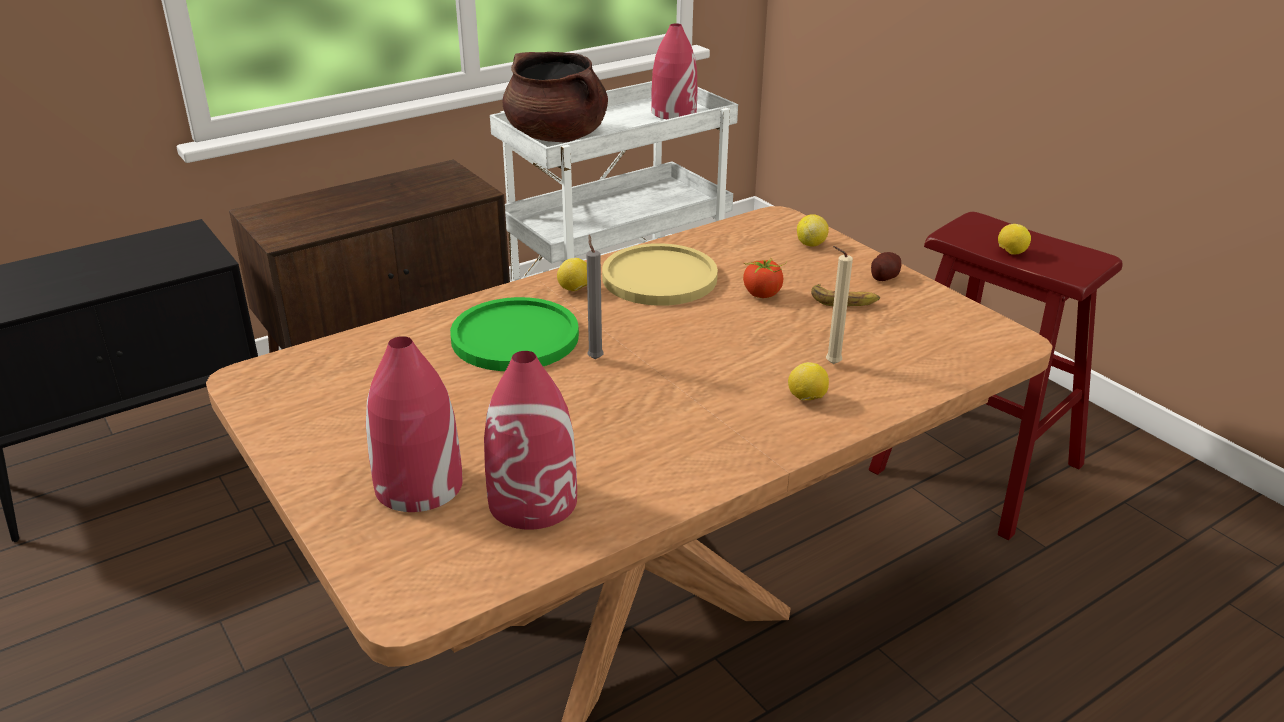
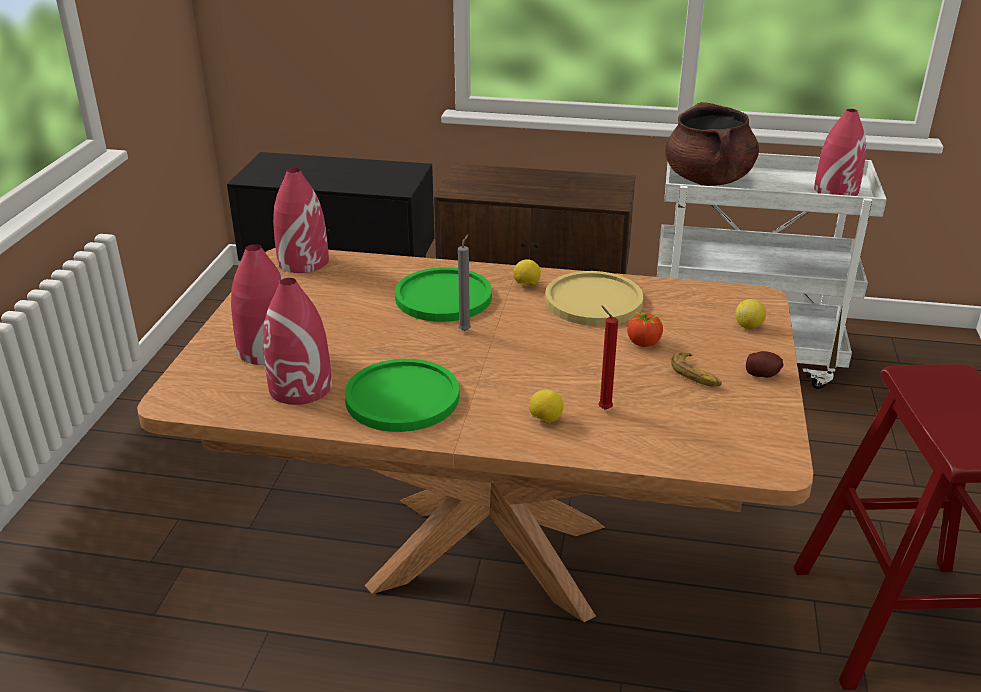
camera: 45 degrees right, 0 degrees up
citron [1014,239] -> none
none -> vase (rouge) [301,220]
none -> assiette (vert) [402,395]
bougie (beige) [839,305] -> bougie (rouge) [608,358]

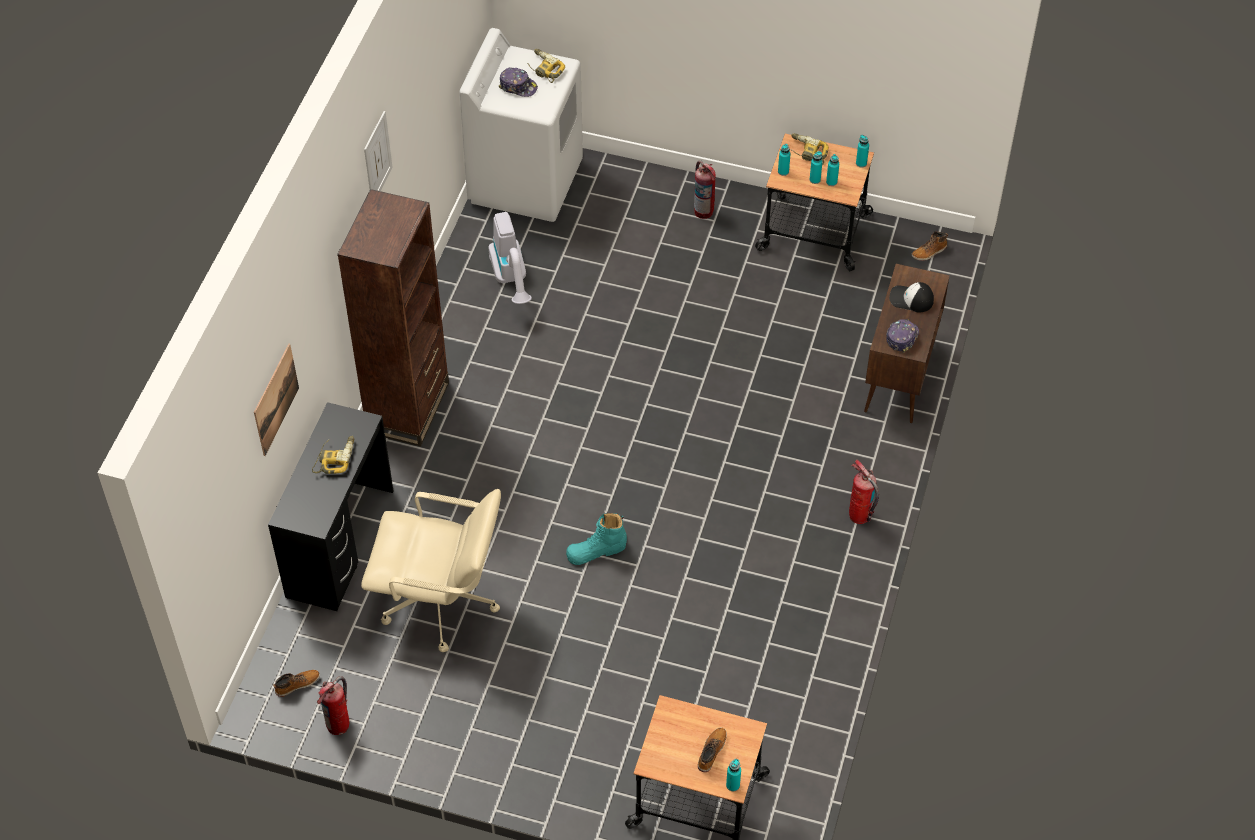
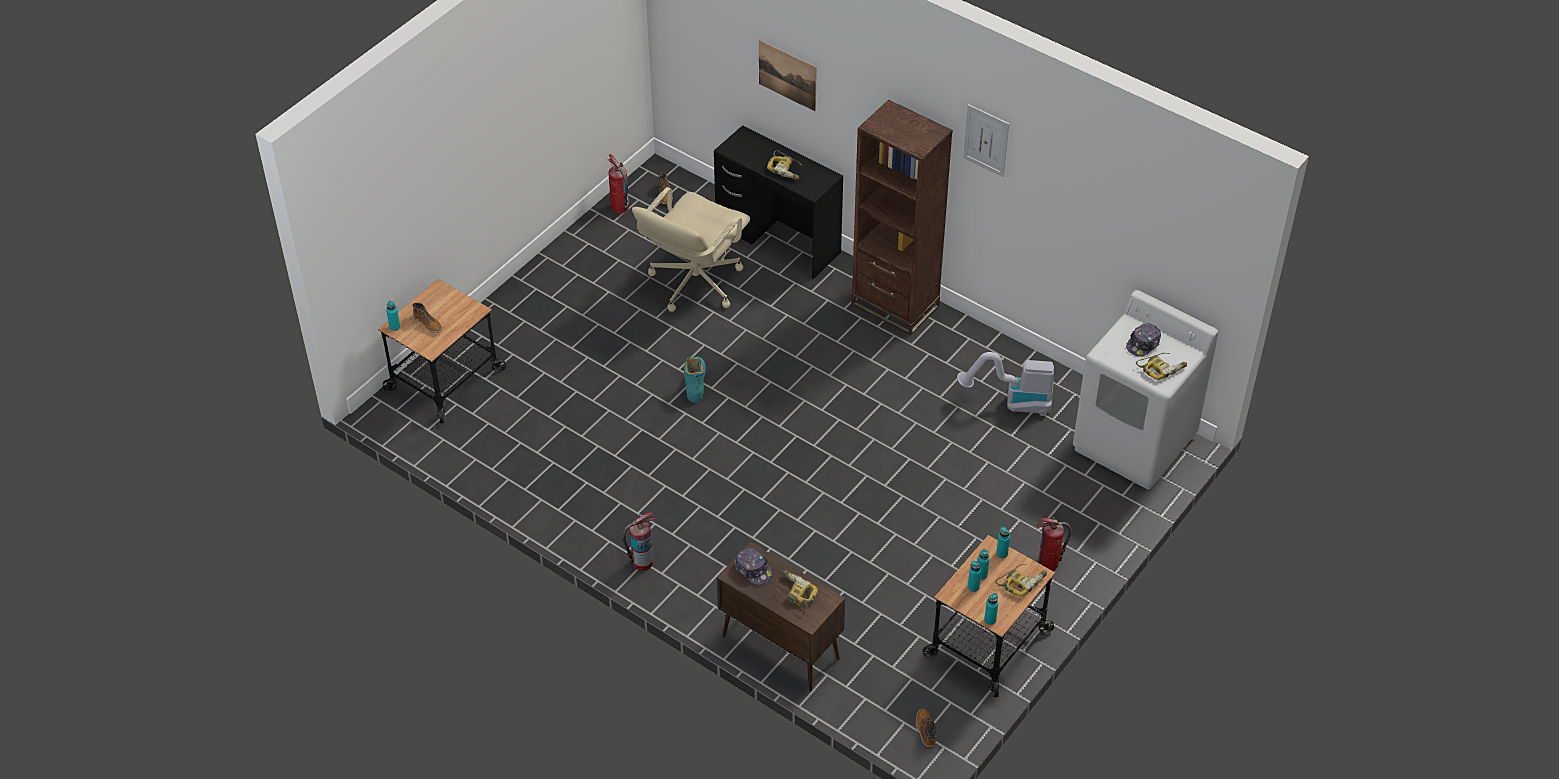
camera: 110 degrees right, 5 degrees down
casquette [911,297] -> perceuse [797,590]

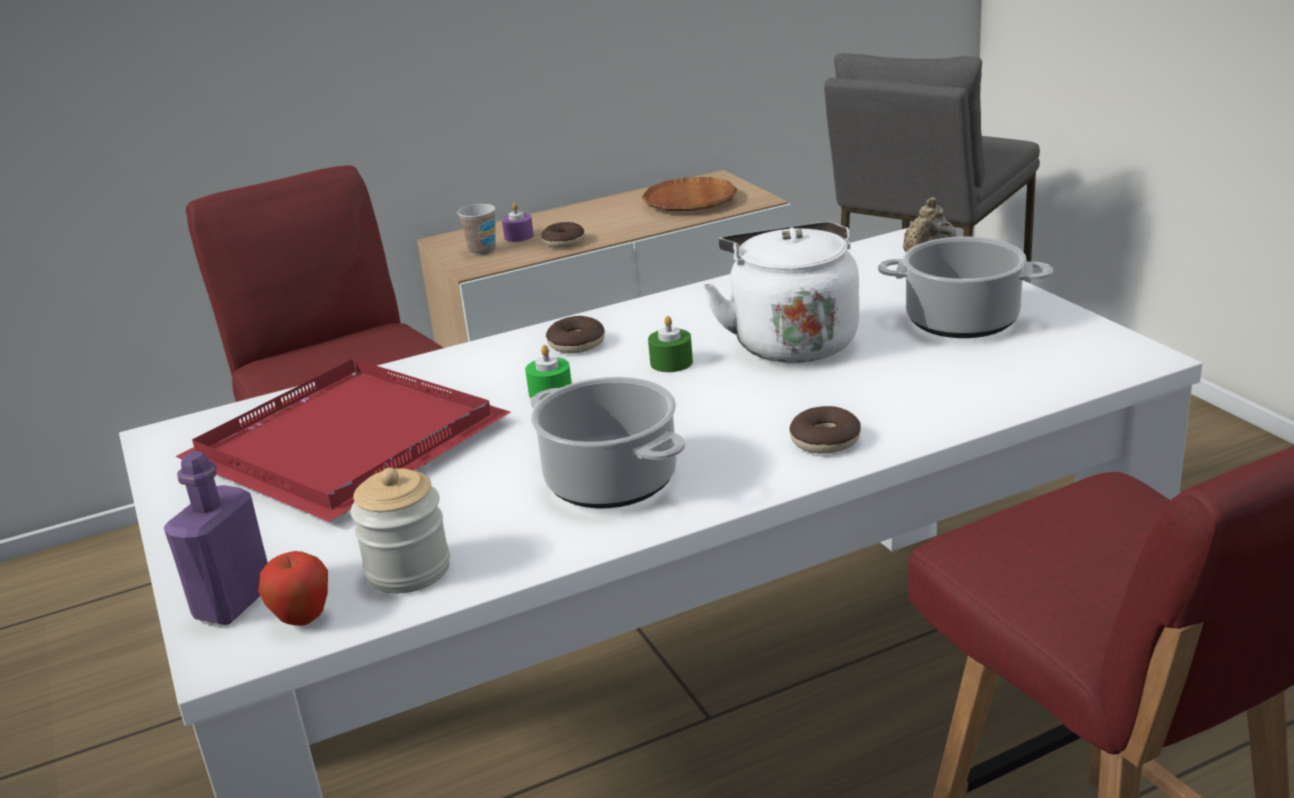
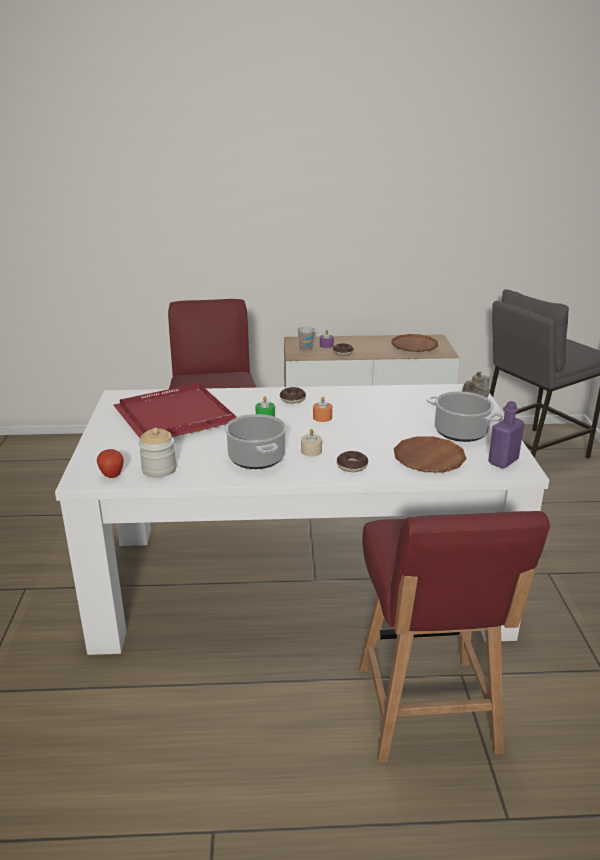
camera: 20 degrees right, 0 degrees up
bouilloire (blanc) [781,292] -> none
none -> bougie (beige) [311,443]
none -> assiette (marron) [430,454]
bouteille (violet) [216,538] -> bouteille (violet) [506,435], move
bougie (vert) [670,344] -> bougie (orange) [322,409]

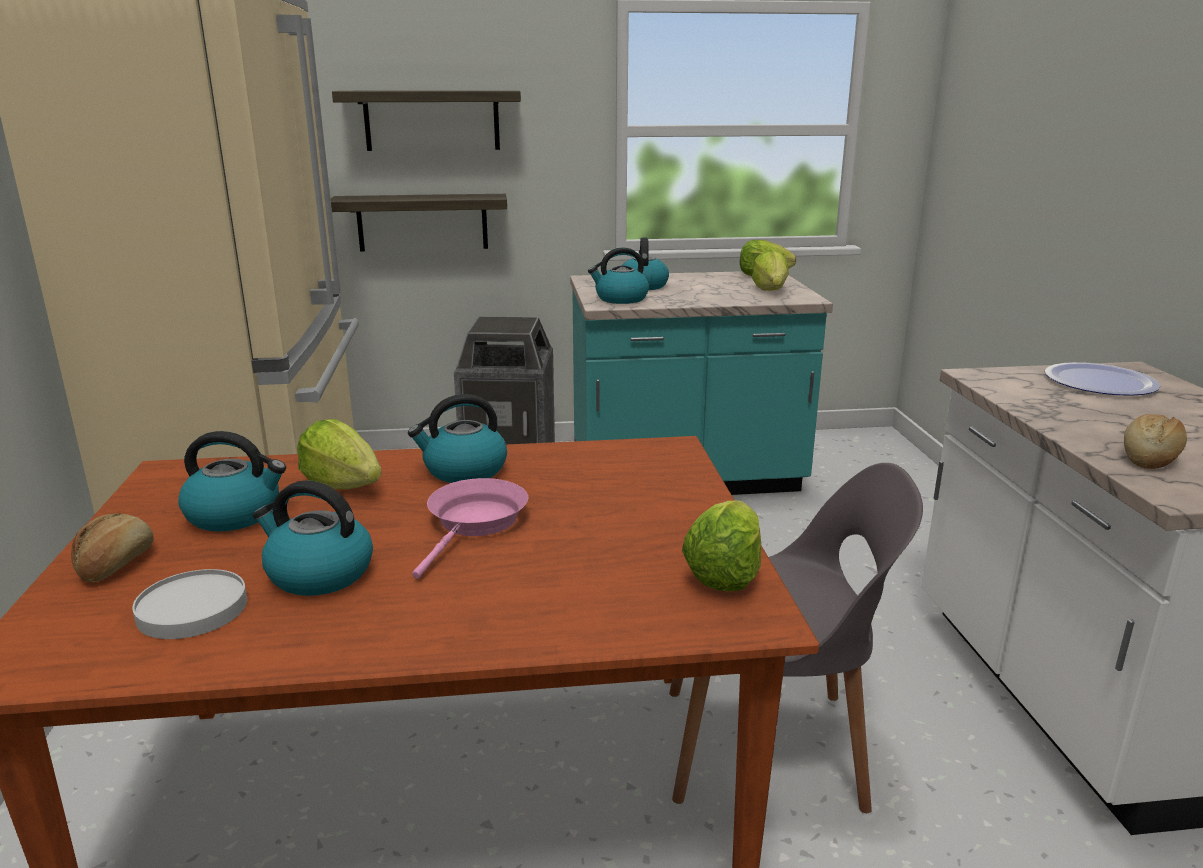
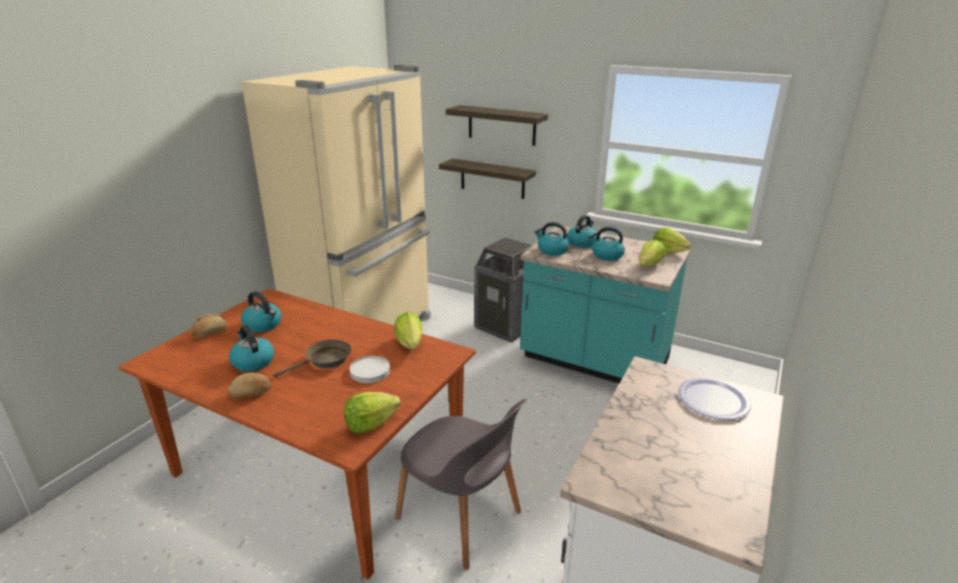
camera: 35 degrees right, 5 degrees up
assiette (blanc) [189,604] -> assiette (blanc) [370,369], move
laitue [339,454] -> laitue [409,330], move
bouilloire [457,438] -> bouilloire [607,244], move
pain [1155,441] -> pain [250,386], move
poêle (rose) [470,528] -> poêle (marron) [312,358]

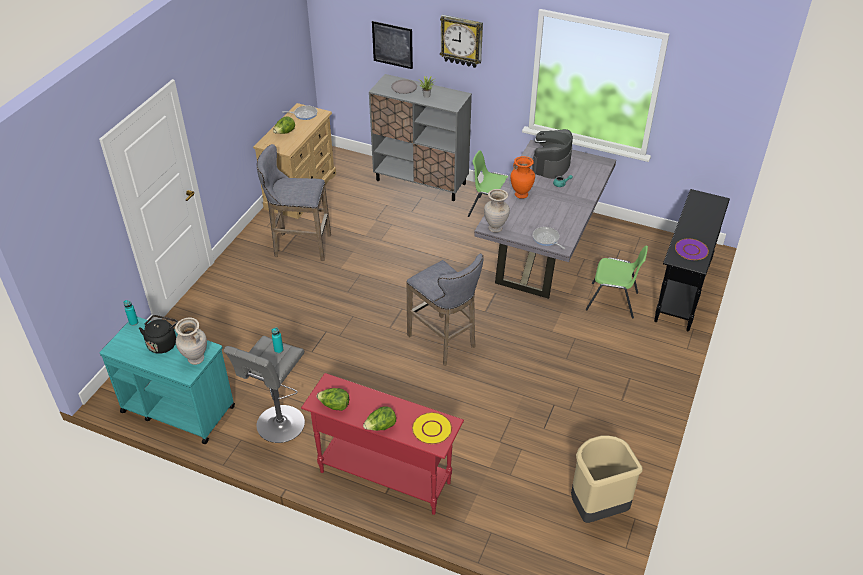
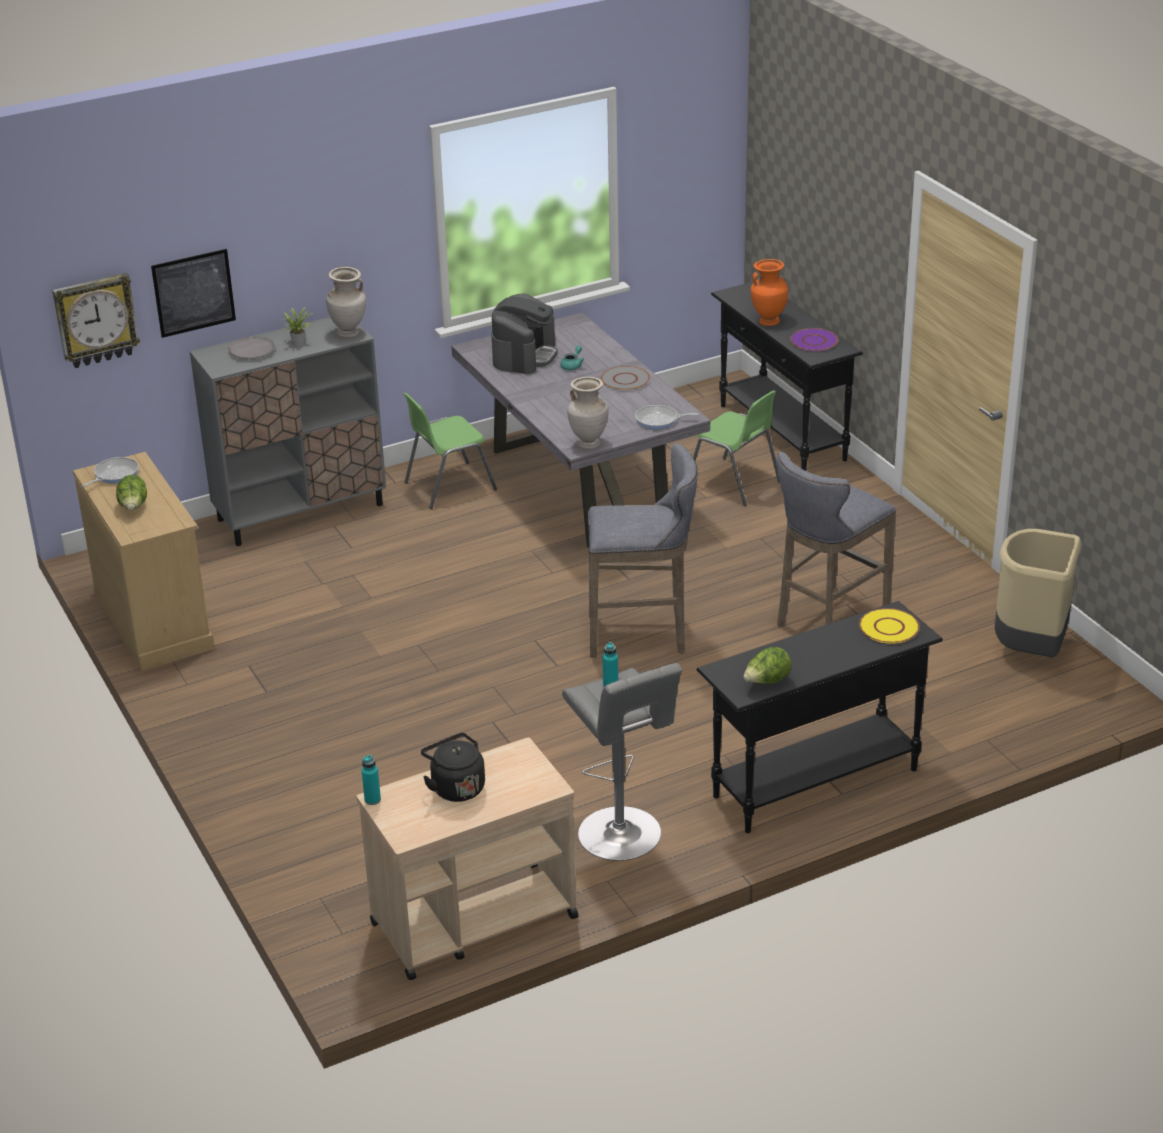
camera: 50 degrees left, 10 degrees down
laitue [379,418] -> none
none -> assiette (gris) [625,378]
vase (beige) [191,341] -> vase (beige) [346,302], move
tabouret (gris) [294,202] -> tabouret (gris) [836,539], move
horloge murale [461,41] -> horloge murale [96,320], move
vase (orange) [523,177] -> vase (orange) [769,292], move
chariot (turquoise) [167,380] -> chariot (beige) [468,858]
table console (rouge) [382,444] -> table console (noir) [820,717]
machine à café [552,154] -> machine à café [524,334], 135 degrees counterclockwise
chaise (vert) [617,281] -> chaise (vert) [736,448], 75 degrees clockwise

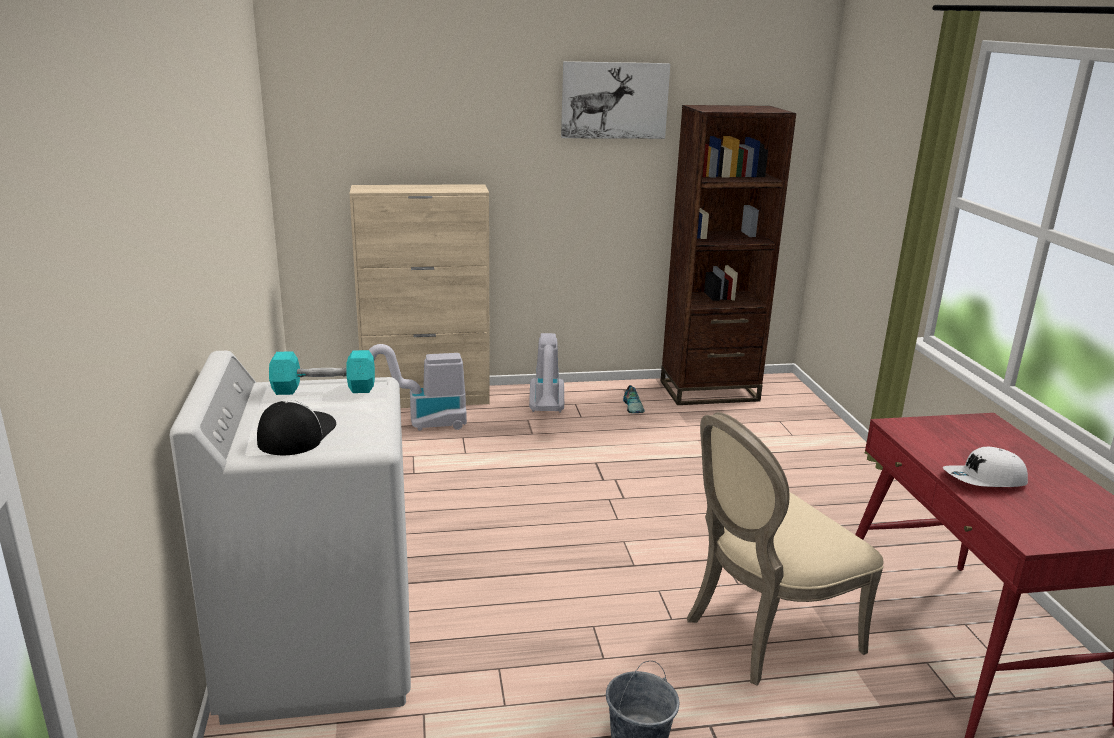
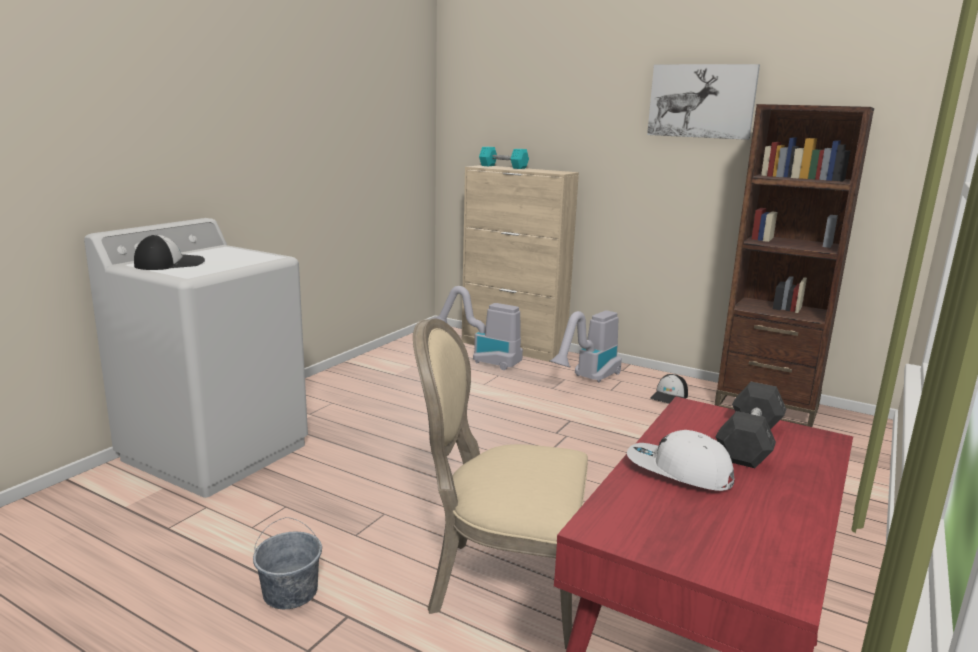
camera: 40 degrees right, 5 degrees down
none -> haltère (gris) [751,425]
haltère (turquoise) [322,372] -> haltère (turquoise) [504,158], move
chaussure [633,399] -> casquette [669,389]

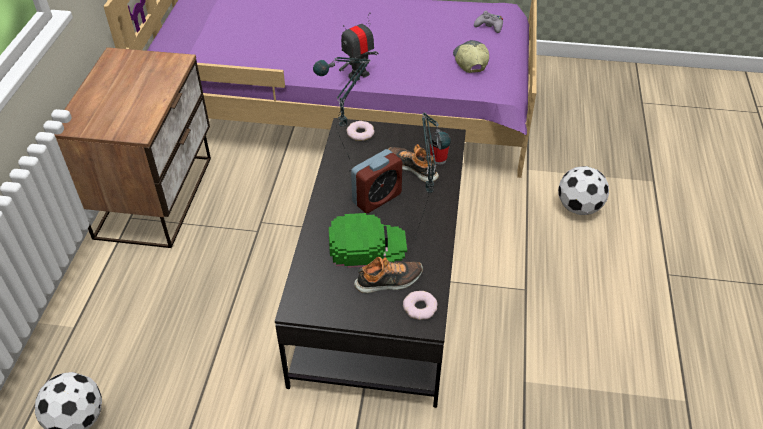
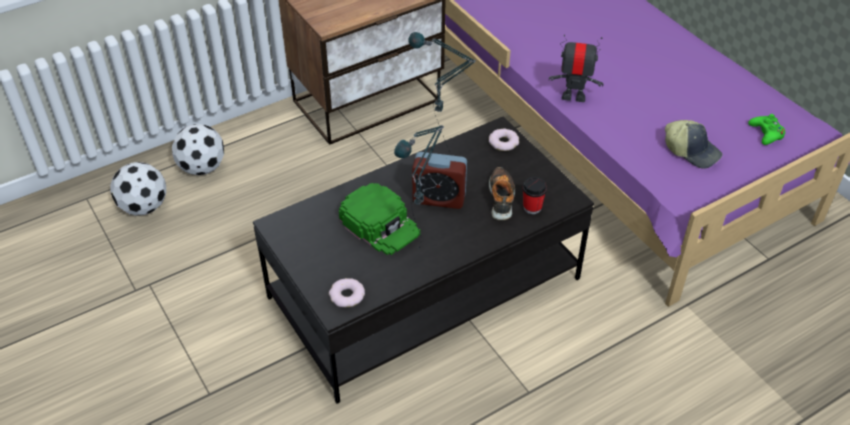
camera: 50 degrees right, 0 degrees up
chaussure [388,275] -> none
ballon de foot [583,190] -> ballon de foot [198,149], move
manette (gris) [488,22] -> manette (vert) [766,129]
casquette [471,56] -> casquette [693,144], 90 degrees clockwise

